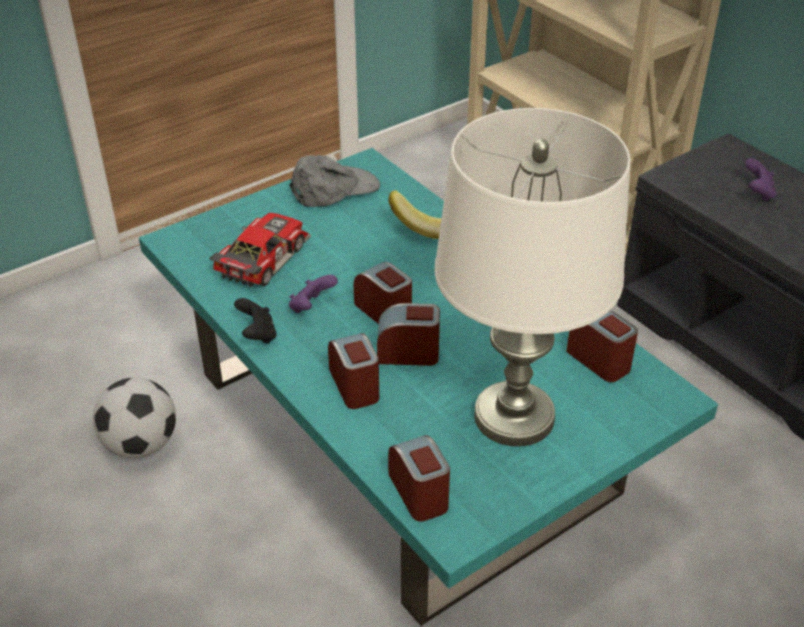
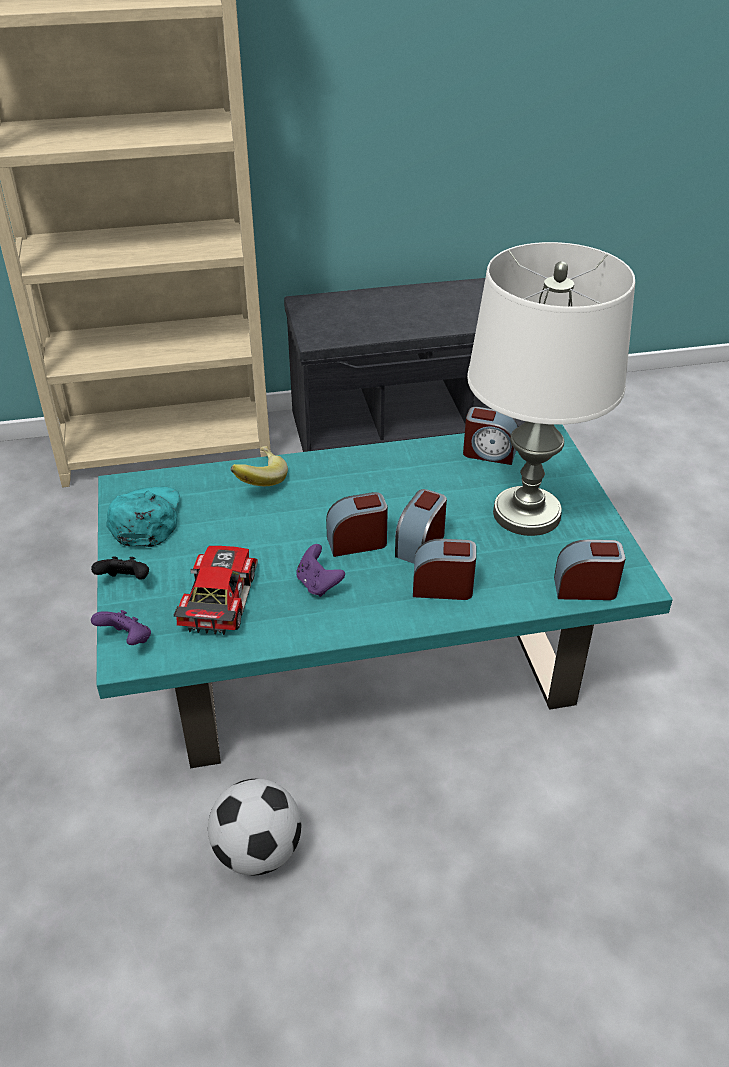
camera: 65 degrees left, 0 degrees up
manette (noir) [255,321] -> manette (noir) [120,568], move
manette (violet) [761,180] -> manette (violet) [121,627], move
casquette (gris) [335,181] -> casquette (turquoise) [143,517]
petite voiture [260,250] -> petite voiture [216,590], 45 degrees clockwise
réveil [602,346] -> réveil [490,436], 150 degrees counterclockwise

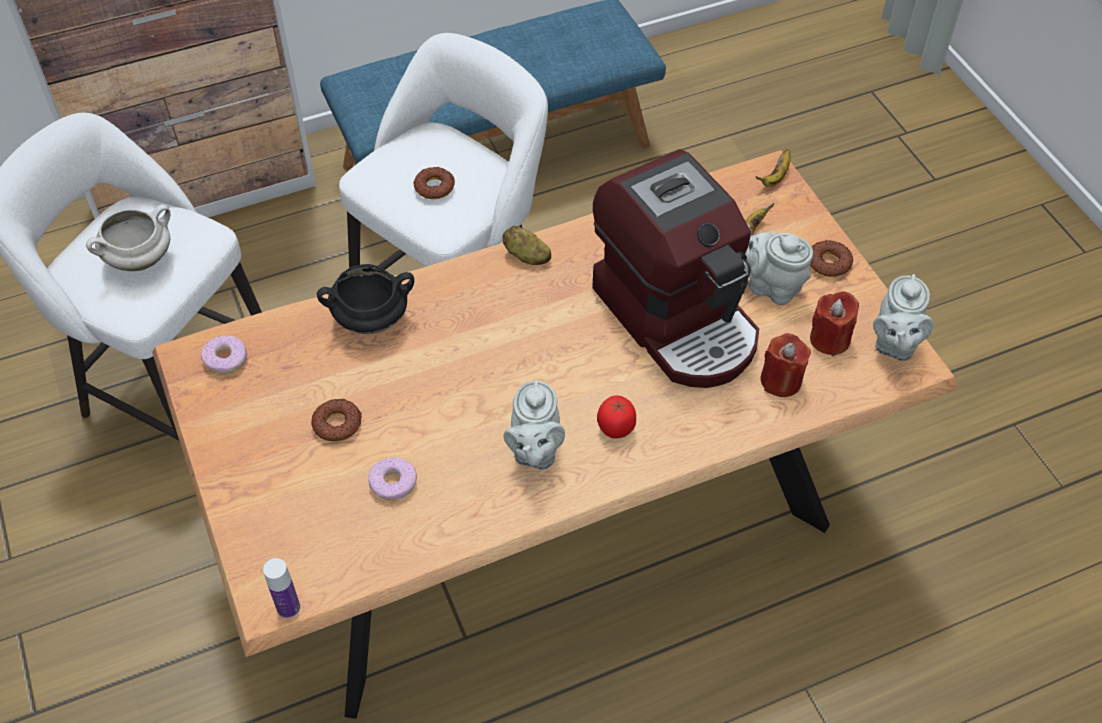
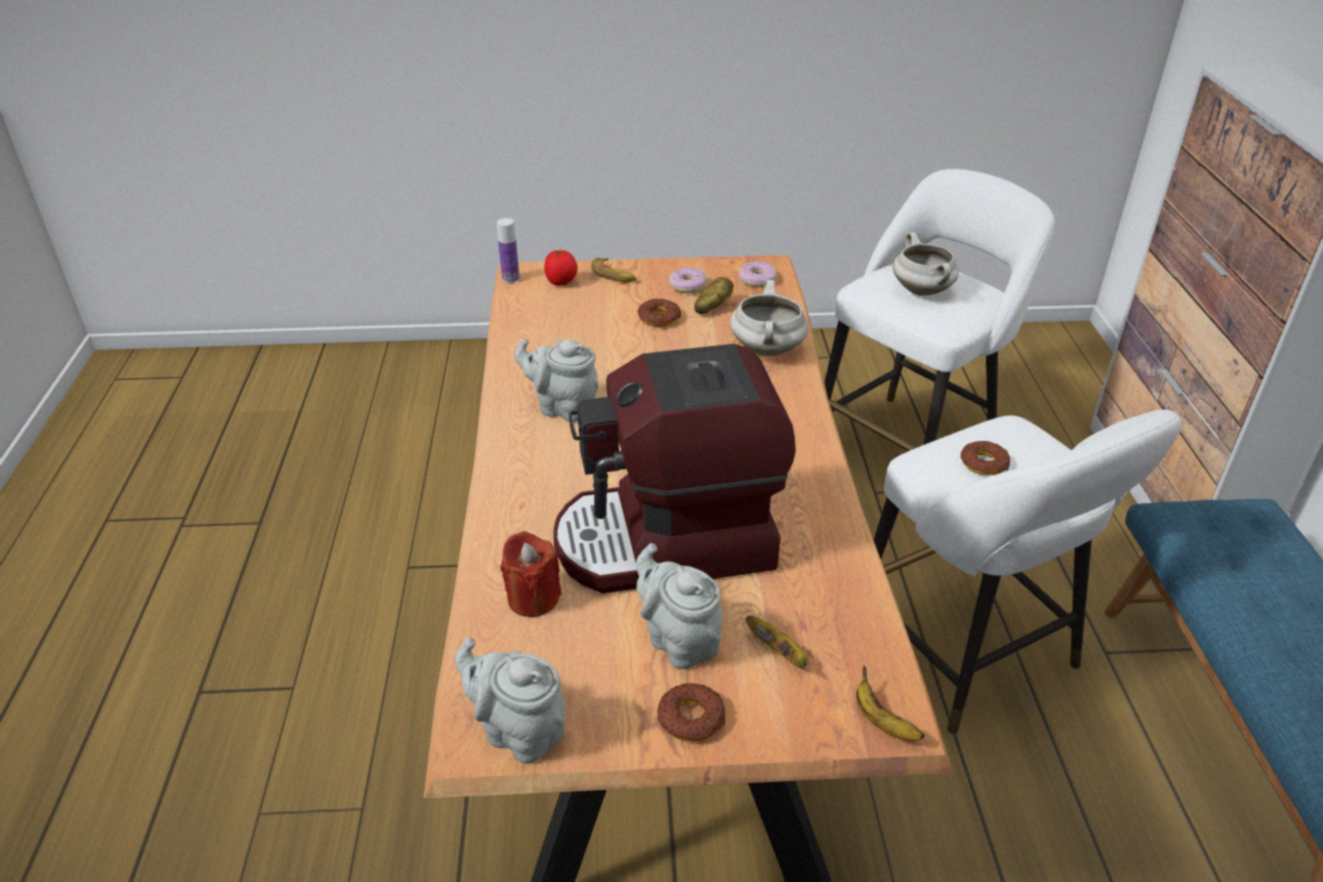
camera: 110 degrees right, 15 degrees down
bougie (rouge) [834,323] -> none
none -> banane [614,270]
beignet [392,478] -> beignet [688,280], move
pomme de terre [527,245] -> pomme de terre [714,295], move
tomate [616,417] -> tomate [561,268], move
marmite (noir) [365,299] -> marmite (blanc) [769,318]
théière (gris) [779,264] -> théière (gris) [679,606], 90 degrees counterclockwise

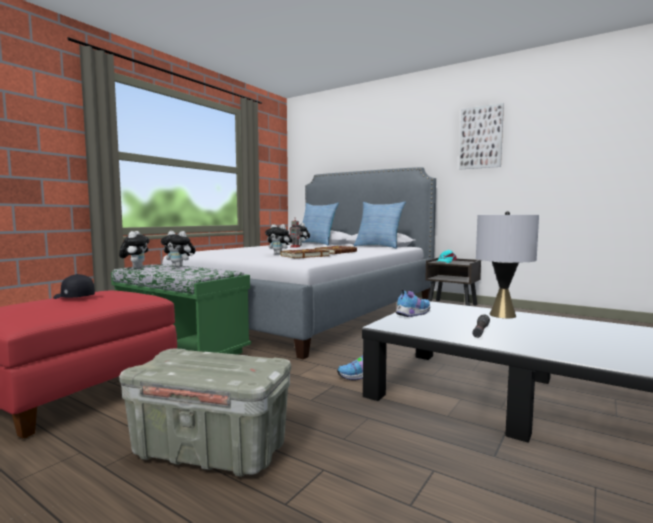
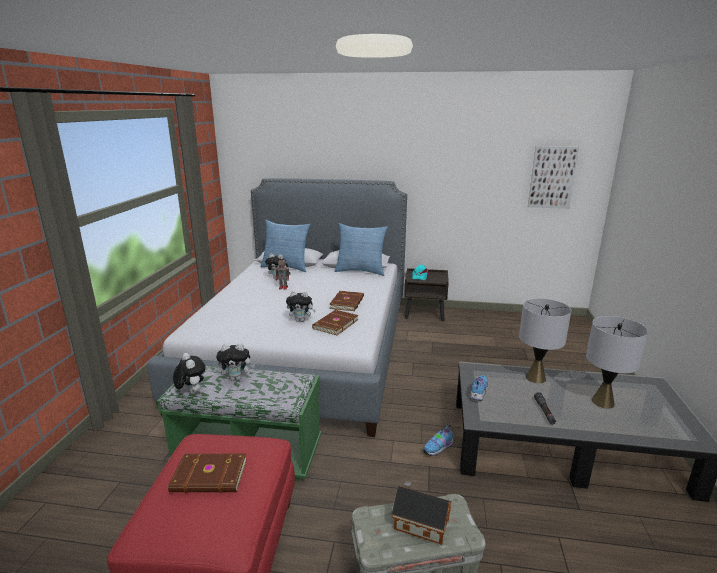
camera: 25 degrees left, 15 degrees up
none -> maison miniature [421,513]
none -> lampe de table (gris) [617,362]
tableau [481,136] -> tableau [553,177], move
casquette (noir) [74,286] -> livre (marron) [207,473]

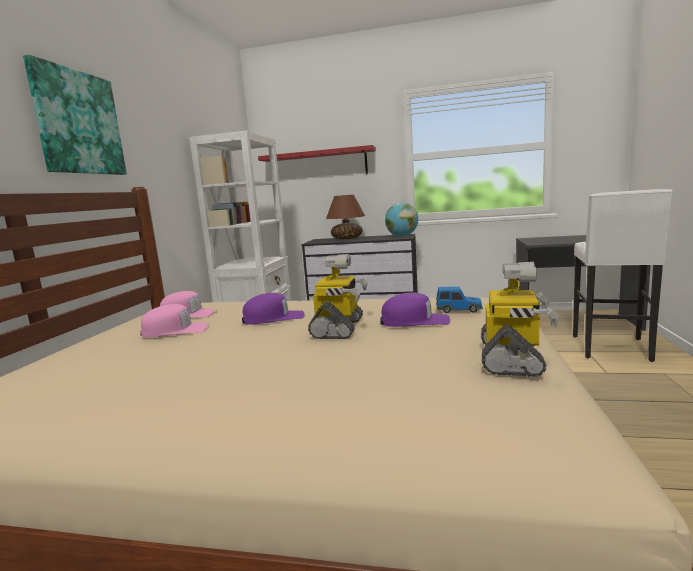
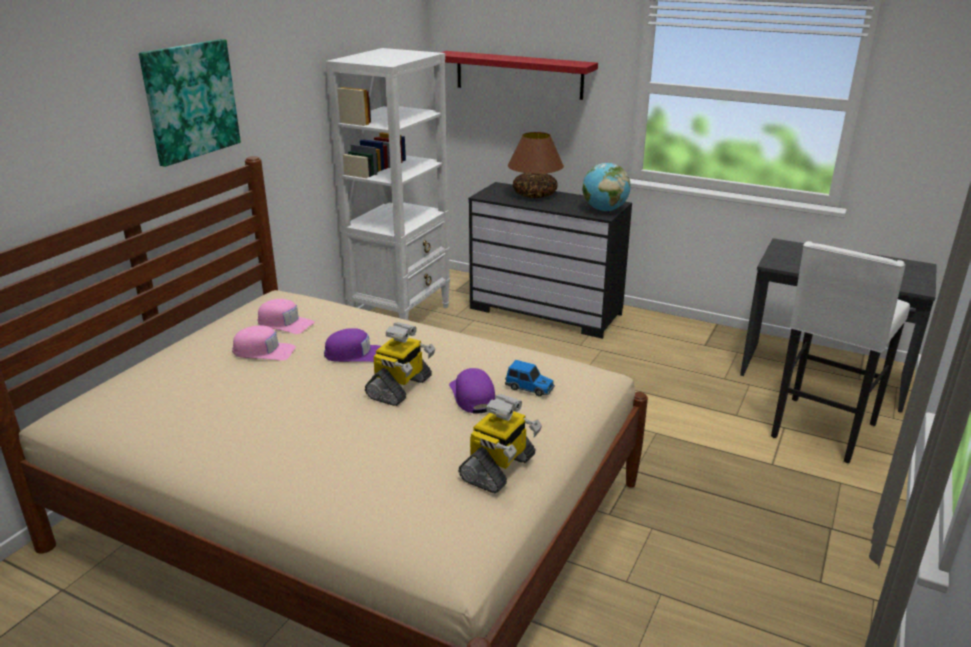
camera: 15 degrees right, 15 degrees up
casquette (violet) [415,309] -> casquette (violet) [472,391], 120 degrees counterclockwise

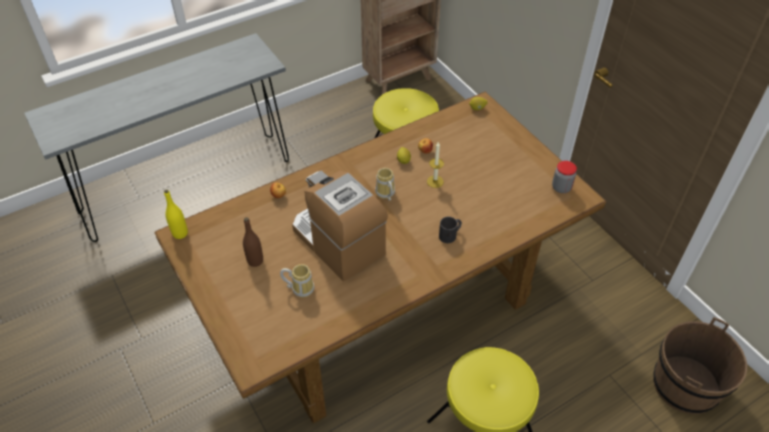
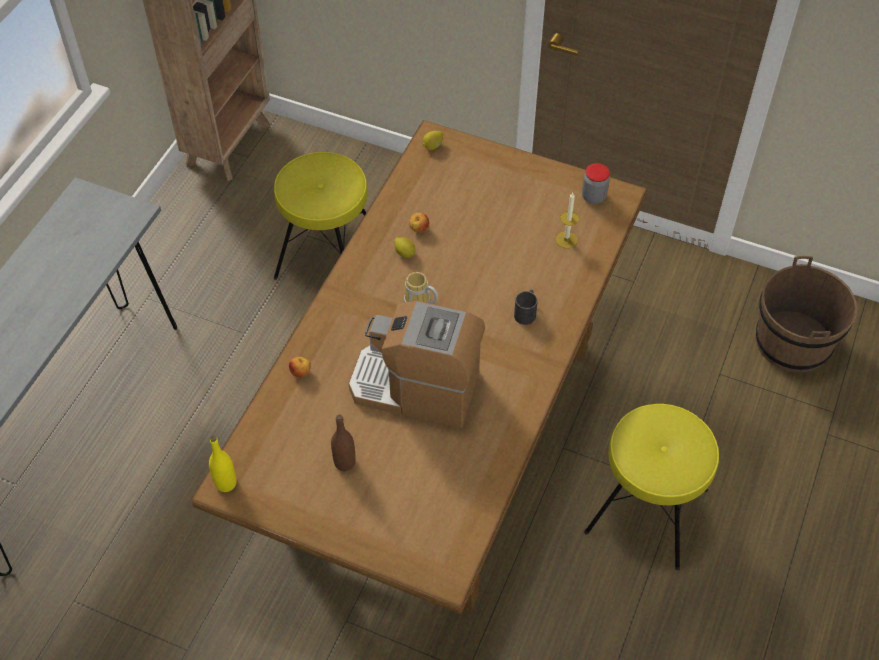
camera: 35 degrees left, 5 degrees up
mug [297,281] -> none
bougie [435,165] -> bougie [567,221], move

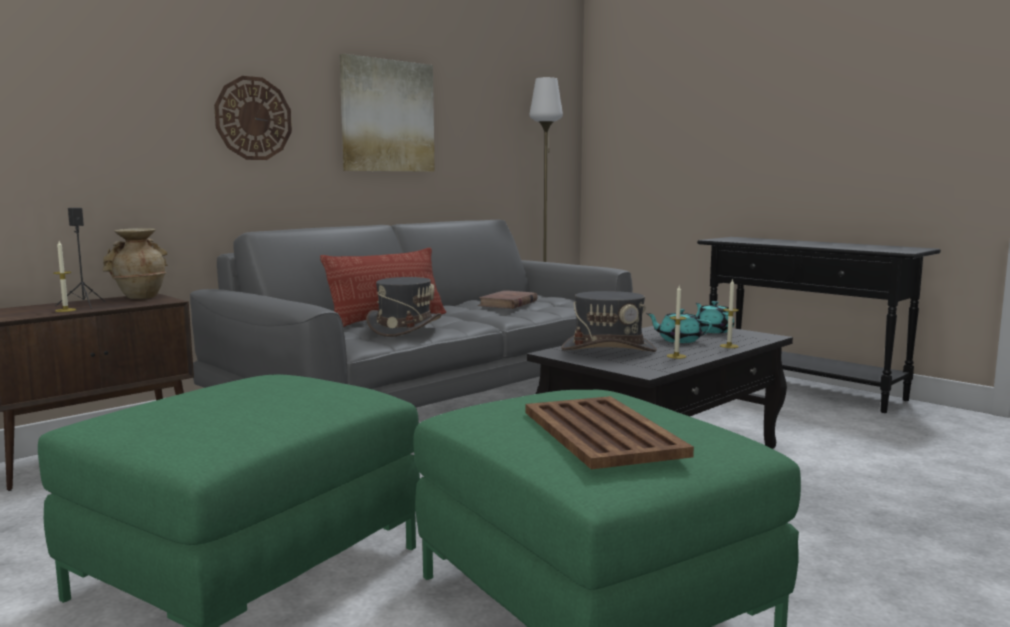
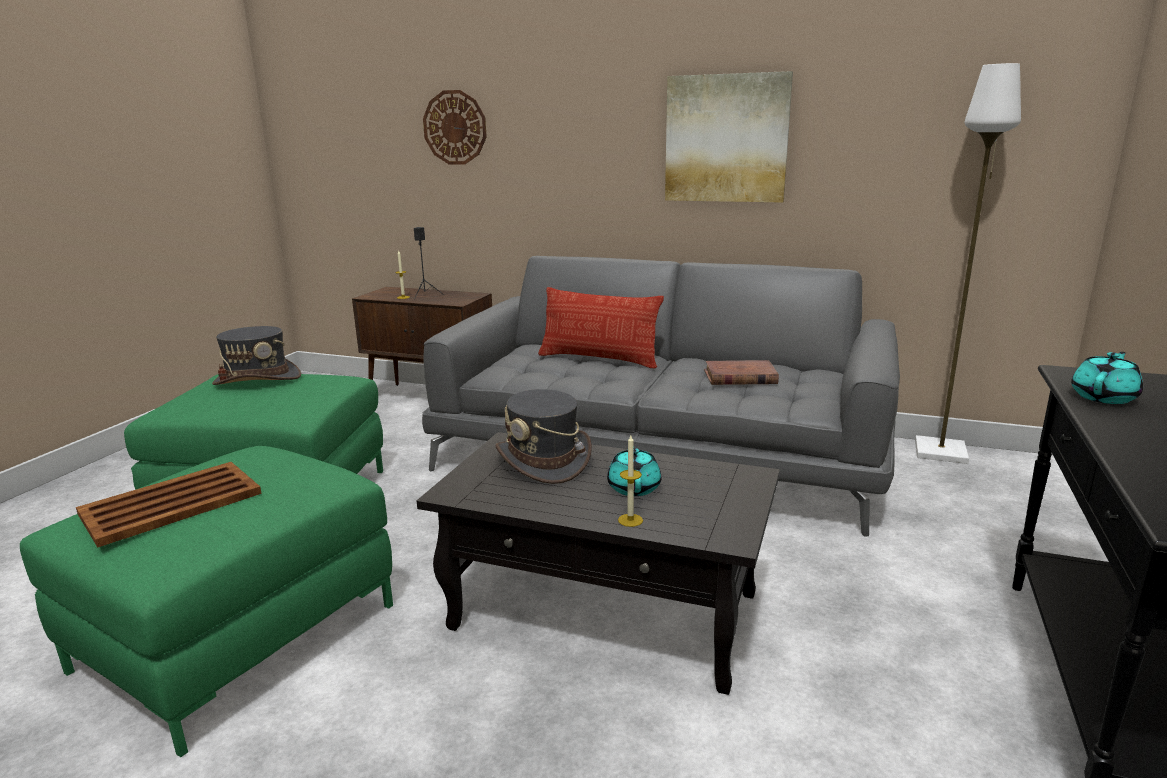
camera: 65 degrees right, 10 degrees up
vase (beige) [135,263] -> none
bougie [676,322] -> none
horloge murale [253,118] -> horloge murale [455,127], move
chapeau (gris) [404,307] -> chapeau (gris) [256,355], move
théière (turquoise) [715,317] -> théière (turquoise) [1107,378], move

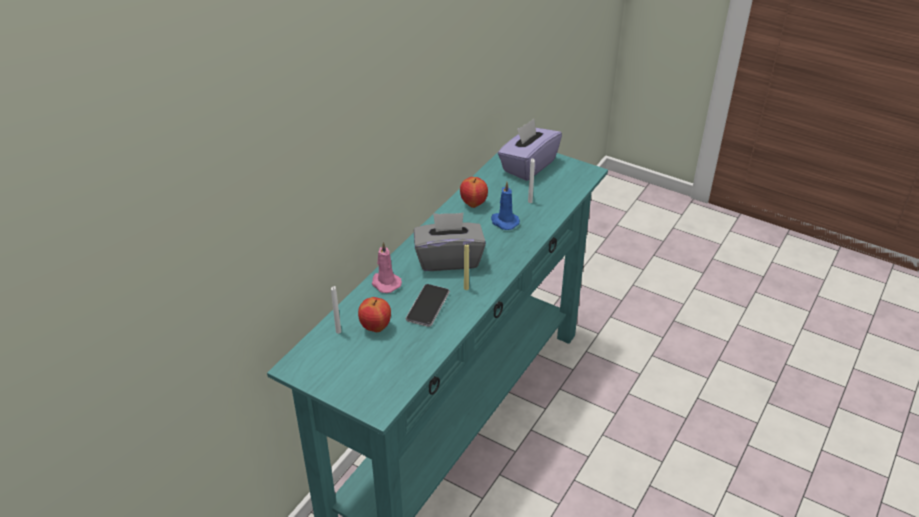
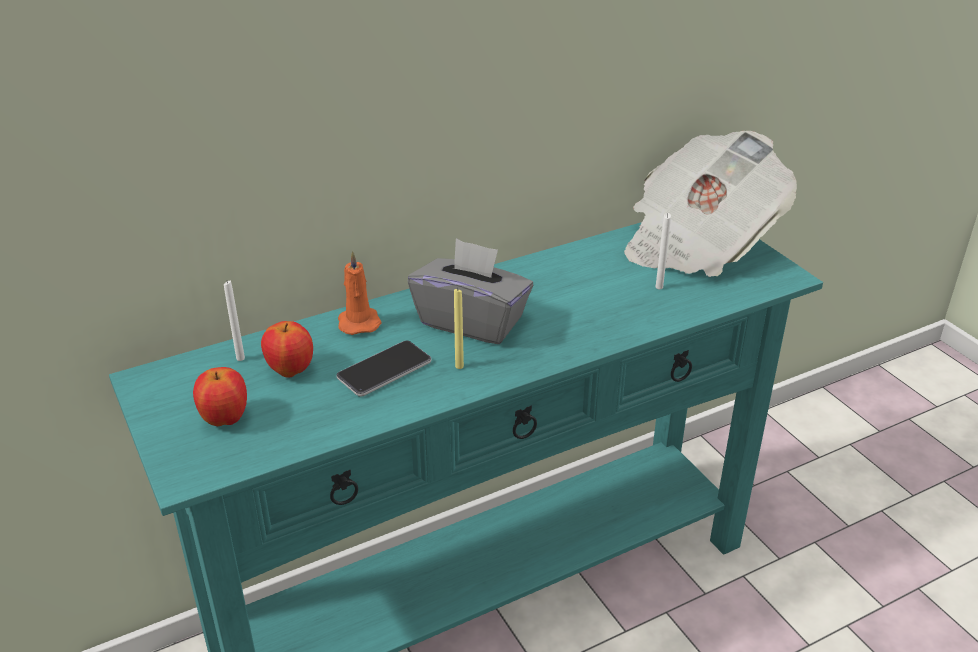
camera: 30 degrees right, 5 degrees down
bougie (bleu) [505,206] -> none
pomme [474,192] -> pomme [220,396], move
boîte à mouchoirs (violet) [530,150] -> journal [710,204]
bougie (rose) [387,267] -> bougie (orange) [360,293]

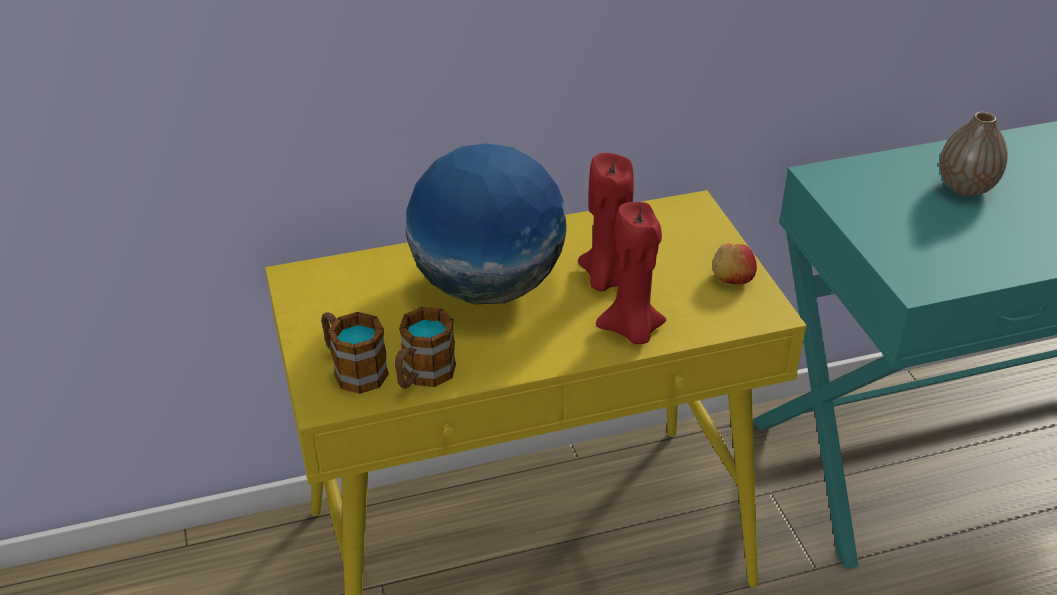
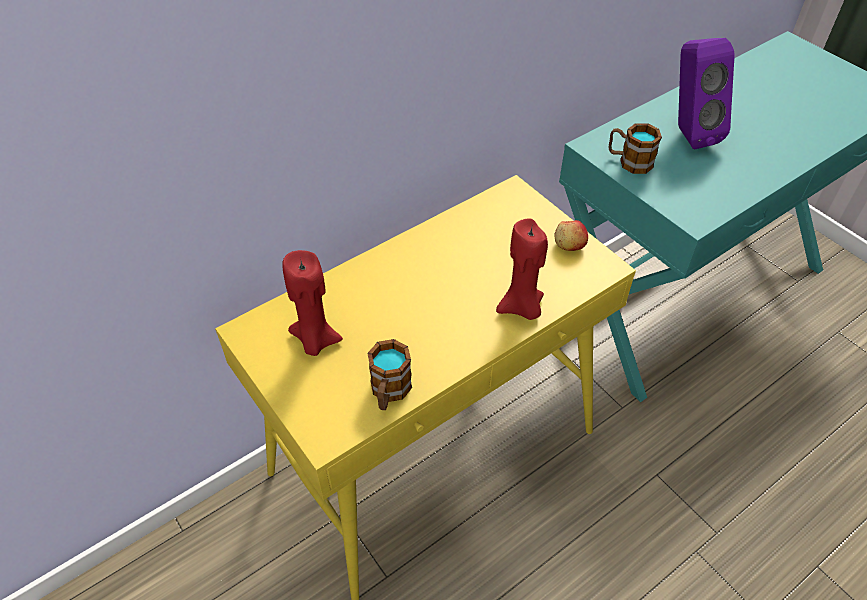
camera: 20 degrees left, 10 degrees up
globe [486,223] -> none
mug [355,353] -> mug [635,148], move
bougie (rouge) [606,222] -> bougie (rouge) [312,303], move
vase [974,154] -> enceinte (violet) [706,93]

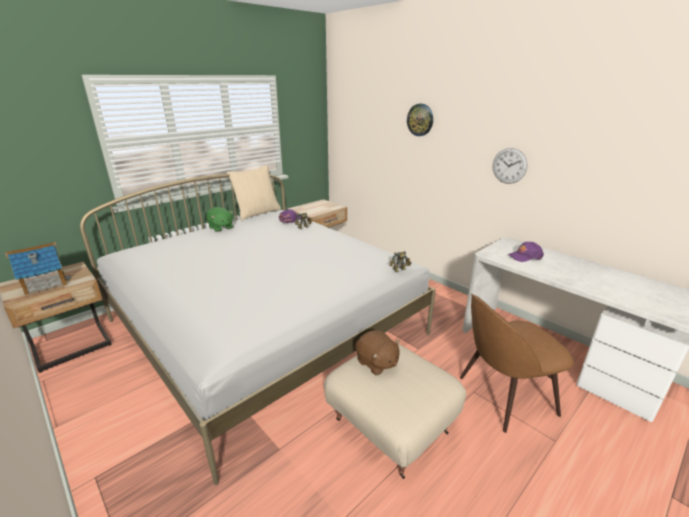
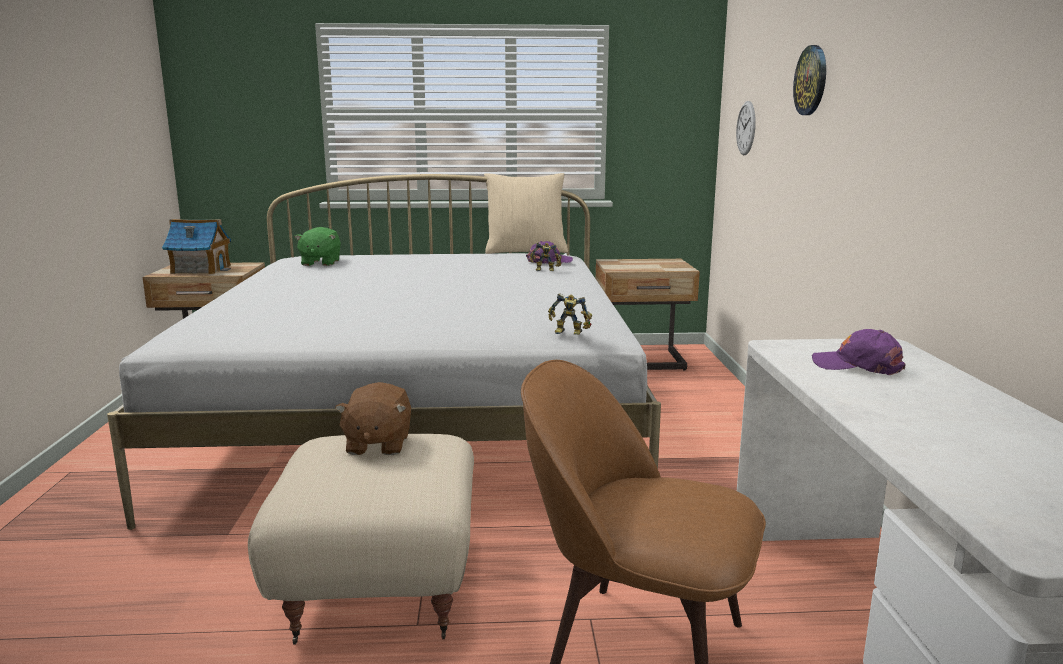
camera: 40 degrees right, 10 degrees down
peluche (vert) [219,219] -> peluche (vert) [317,246], move
horloge murale [510,166] -> horloge murale [746,128], move

